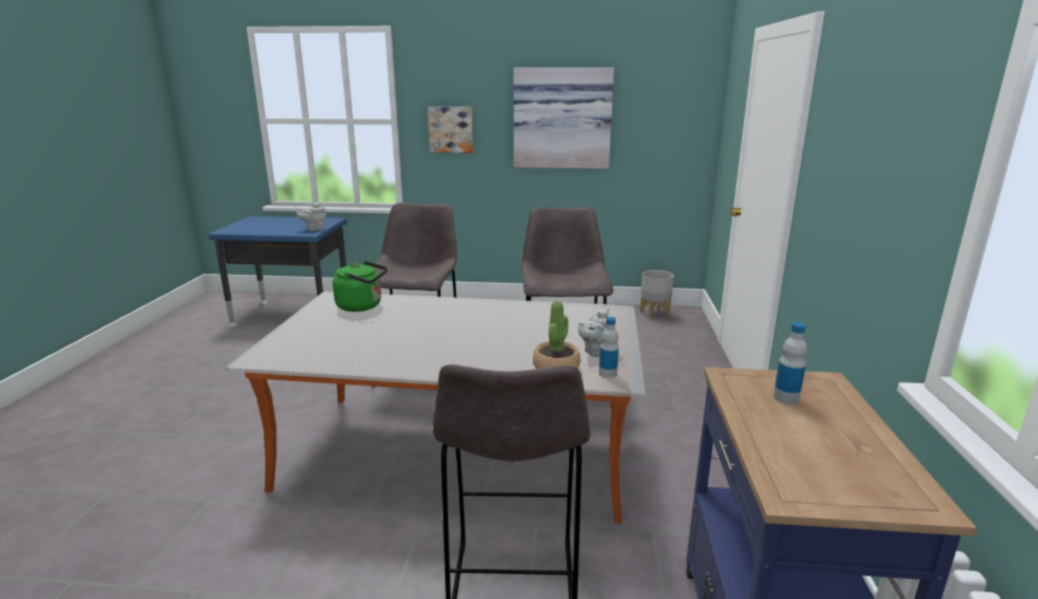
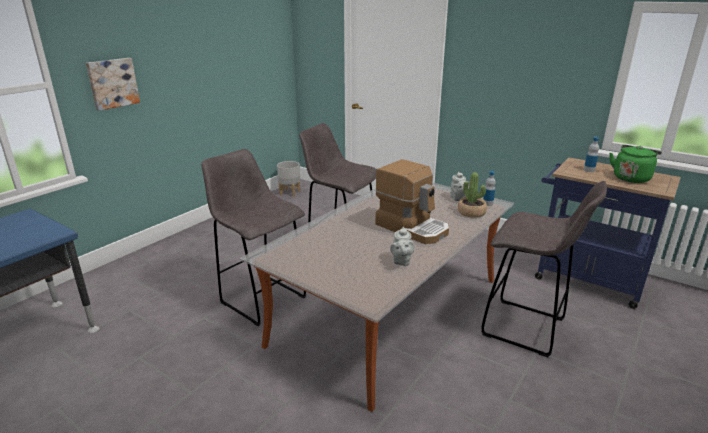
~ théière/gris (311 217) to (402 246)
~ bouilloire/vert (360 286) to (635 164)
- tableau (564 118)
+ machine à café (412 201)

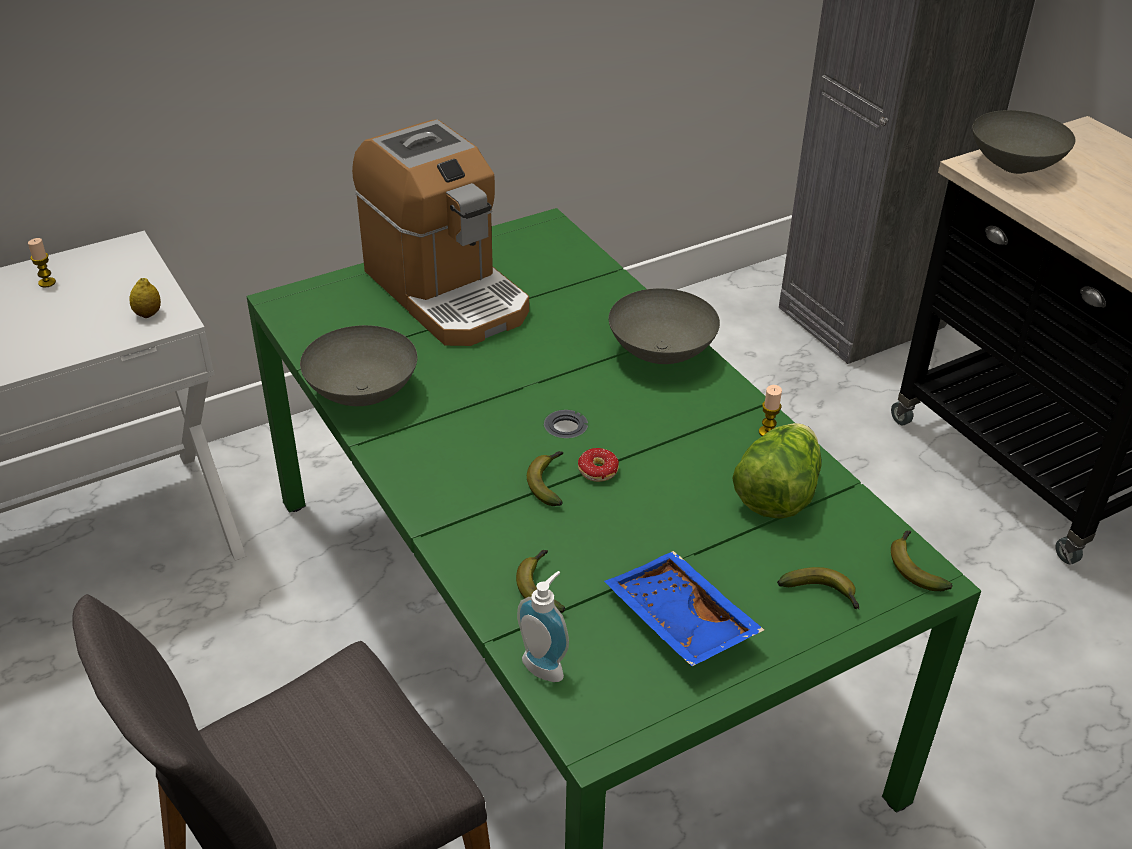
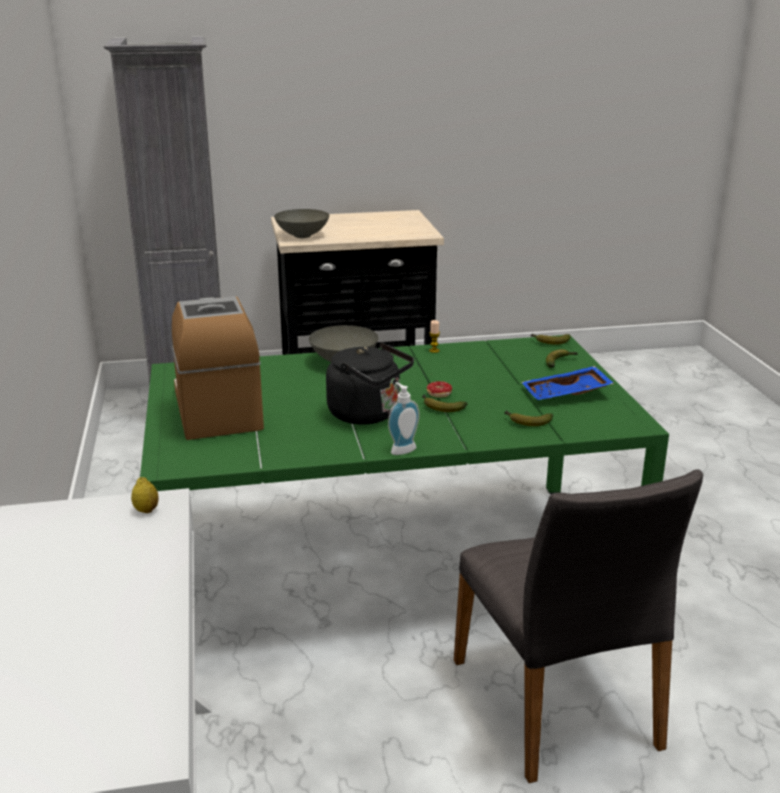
- bougie (42 263)
- bol/gris (358 365)
~ machine à café (440 232) = (218 368) 90 degrees counterclockwise
~ distributeur de savon (543 626) to (404 418)
- laitue (777 471)
+ bouilloire/noir (370 383)

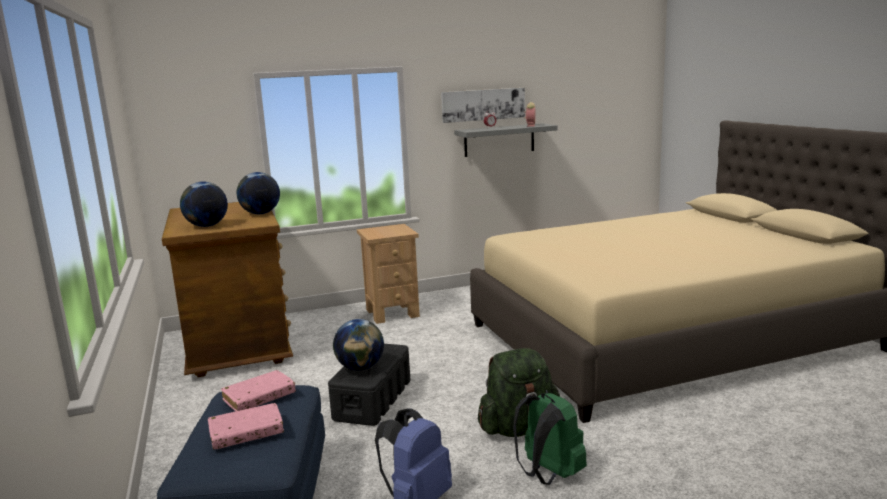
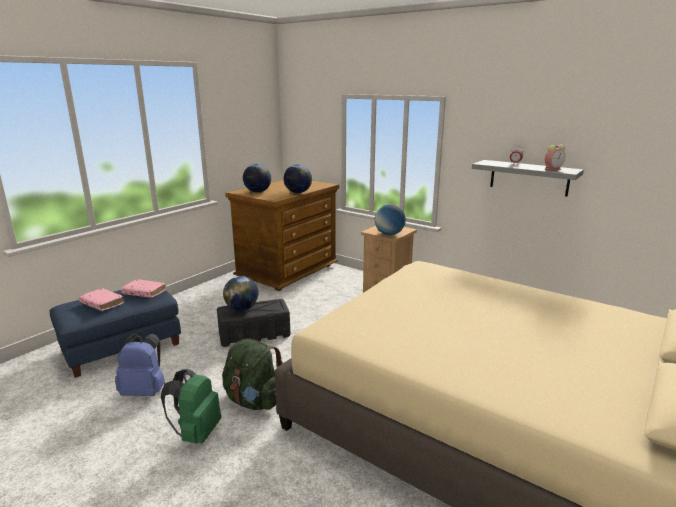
- tableau (483 105)
+ globe (390 219)

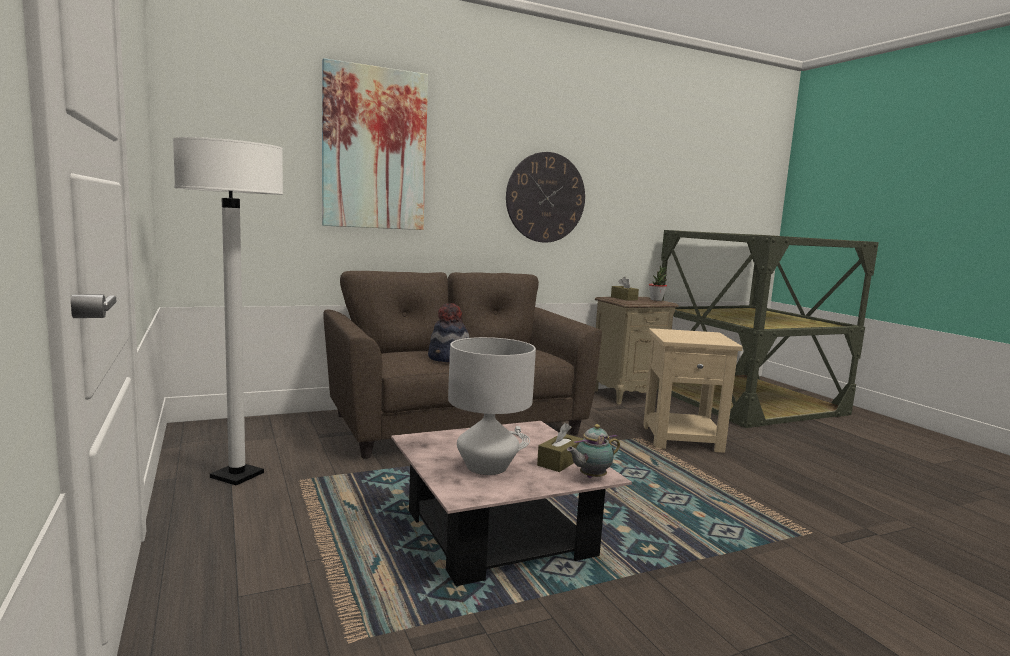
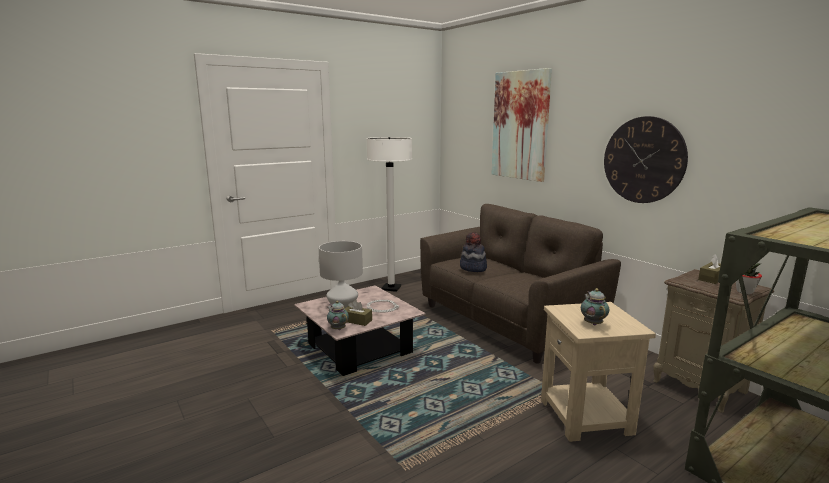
+ théière (595 307)

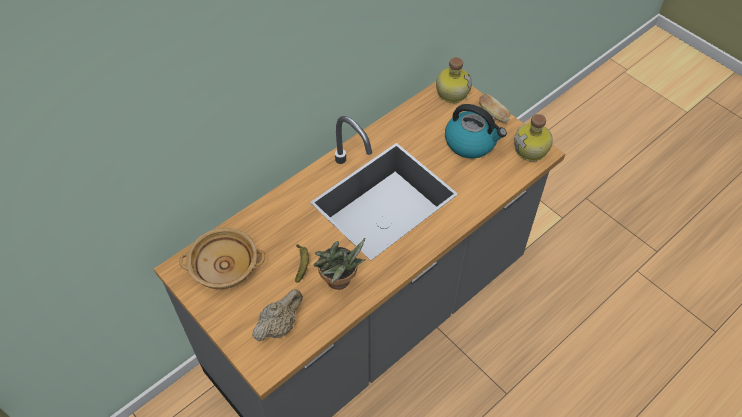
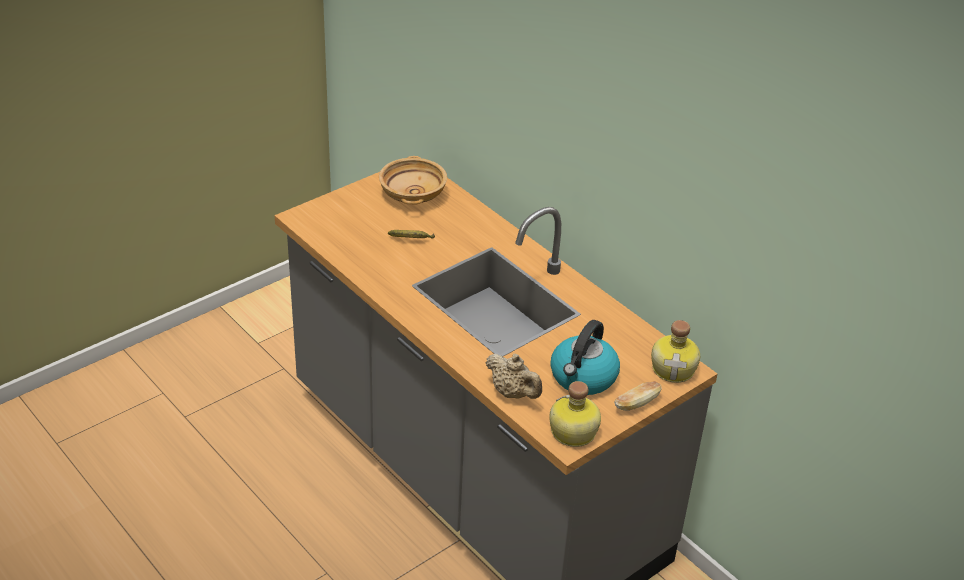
~ théière/beige (277 315) to (514 376)
- plante en pot (339 264)

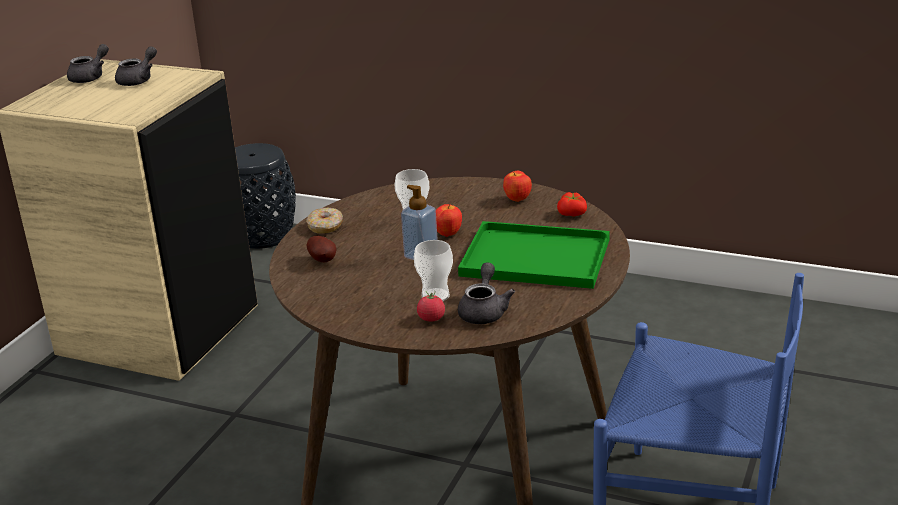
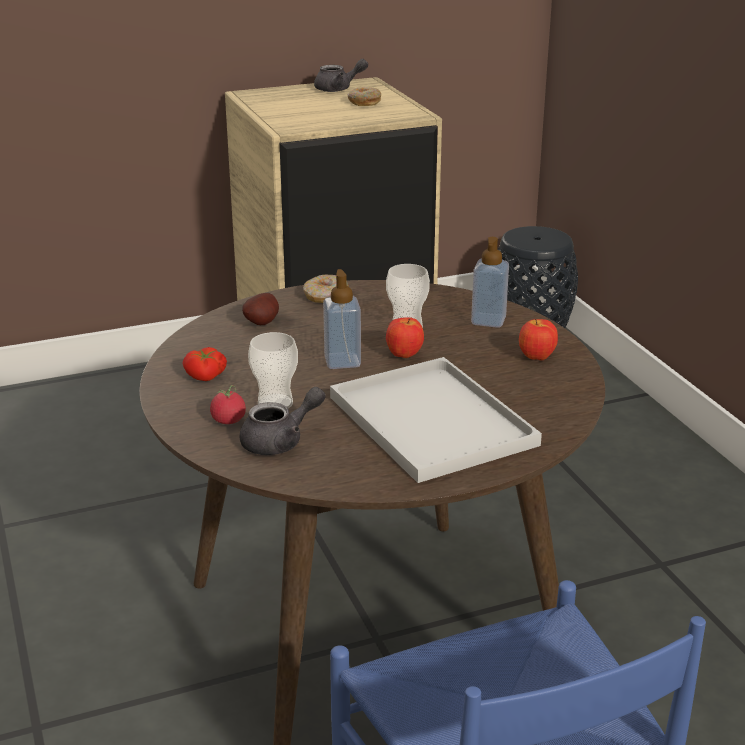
~ théière/gris (136 66) to beignet (364 96)
~ plateau/vert (534 255) to plateau/blanc (436 420)
~ tomate (572 204) to (204 364)
+ distributeur de savon (490 282)

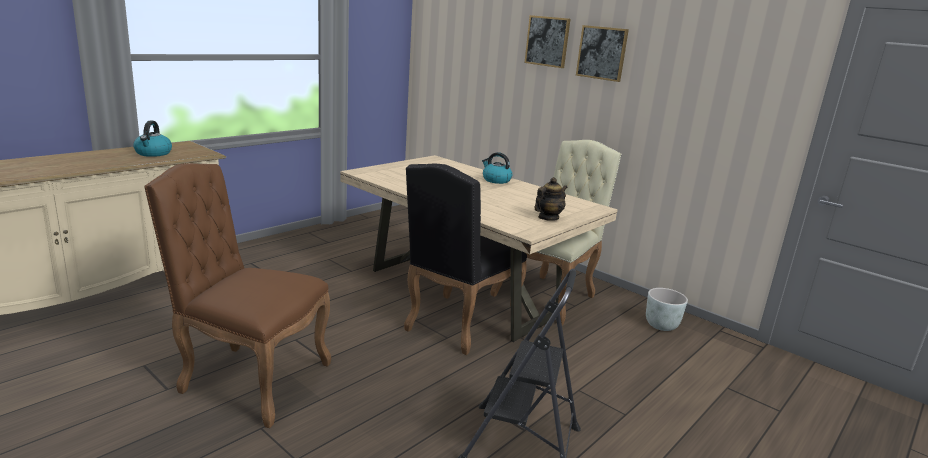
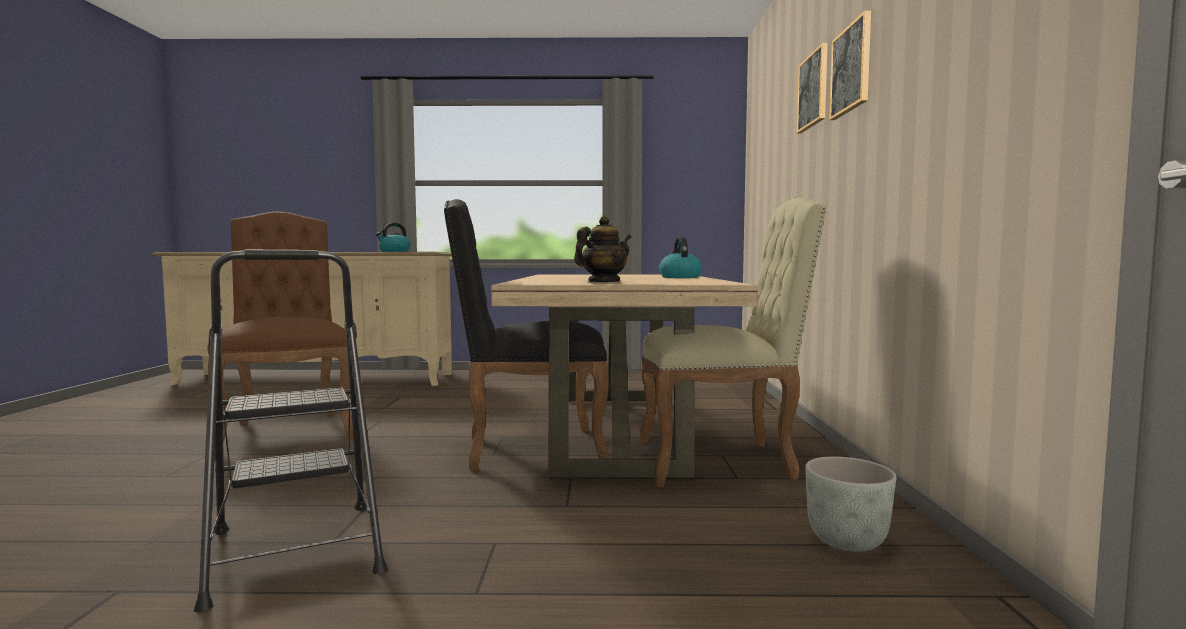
~ théière (551 199) = (602 249) 45 degrees counterclockwise

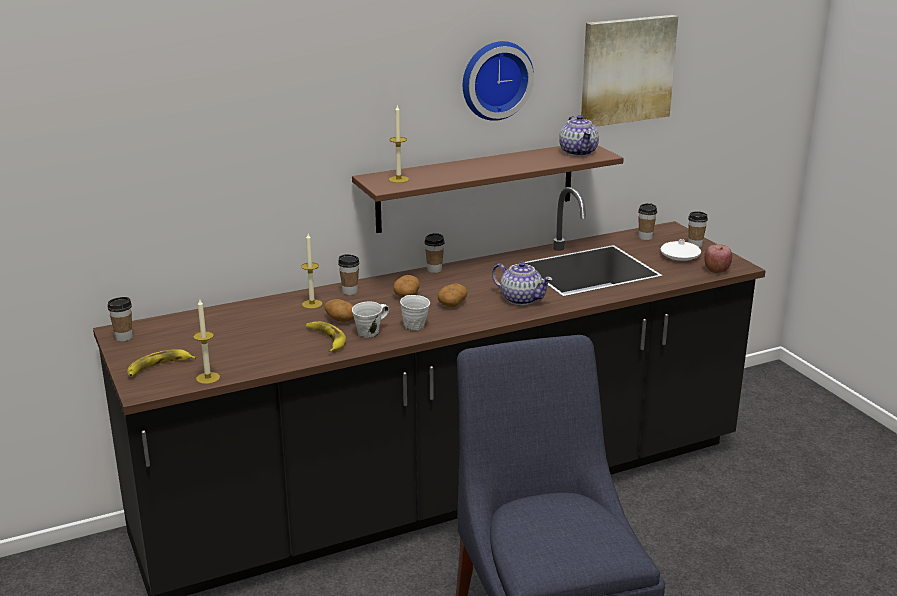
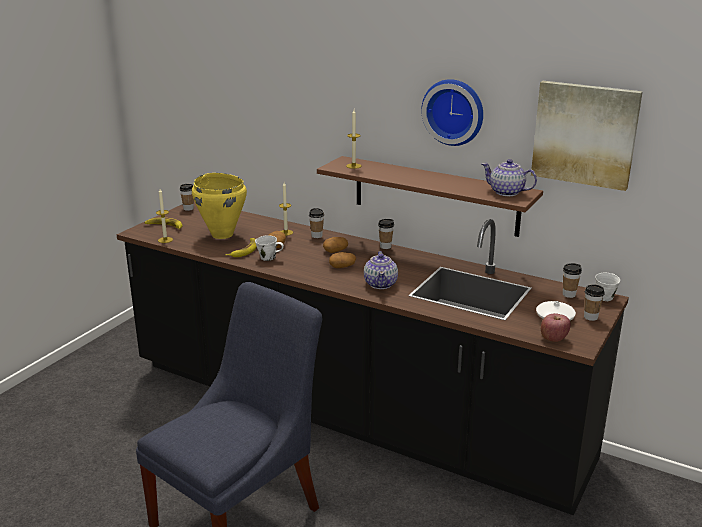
~ mug/blanc (415 313) to (607 287)
~ théière (579 135) = (509 177) 75 degrees clockwise
+ marmite/jaune (219 206)

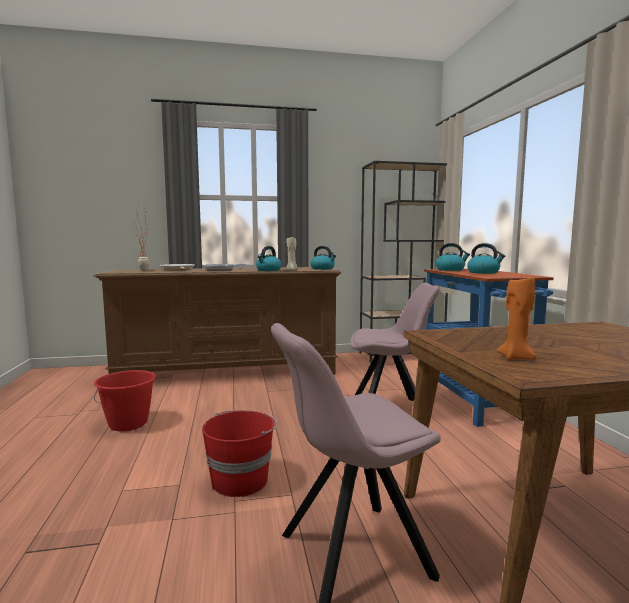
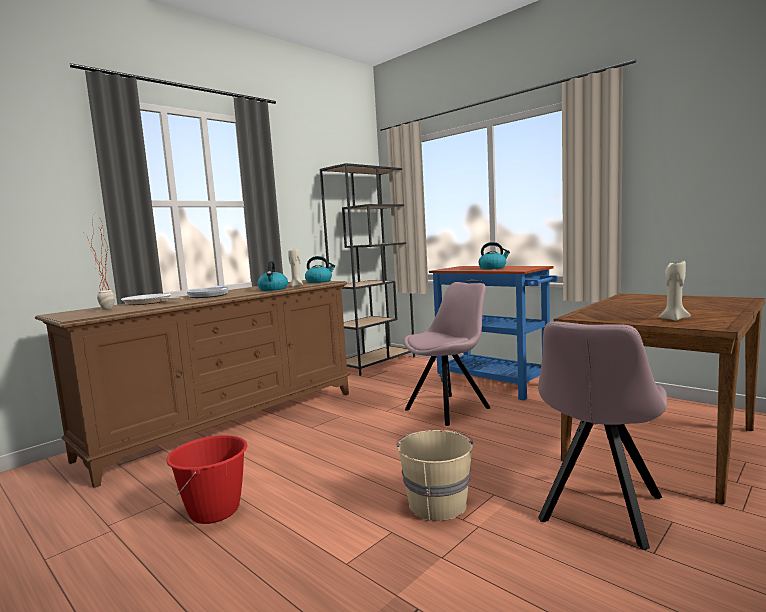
~ seau/rouge (240 453) to seau/beige (434 475)
- bouilloire (453 257)
~ bougie/orange (517 317) to bougie/beige (674 291)

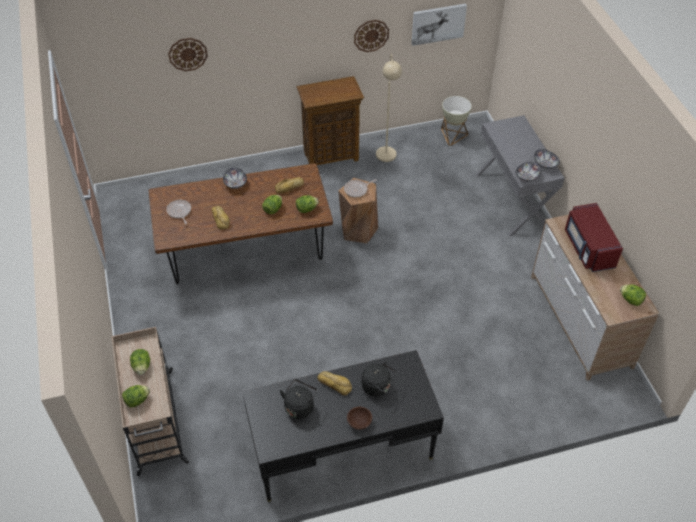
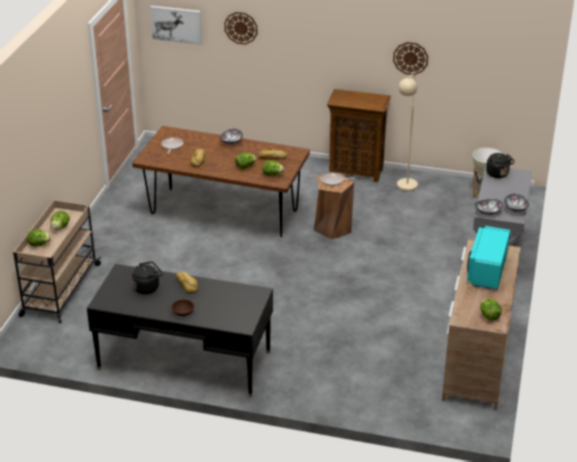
~ bouilloire/noir (379 379) to (500 165)
~ tableau (439 25) to (176 25)
~ micro-ondes/rouge (594 237) to micro-ondes/turquoise (488 258)

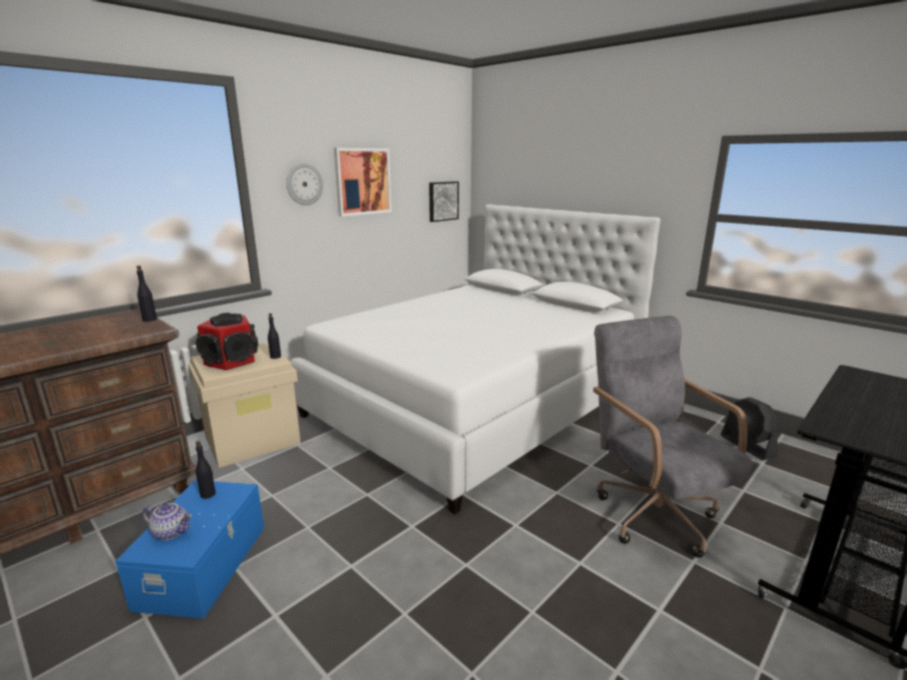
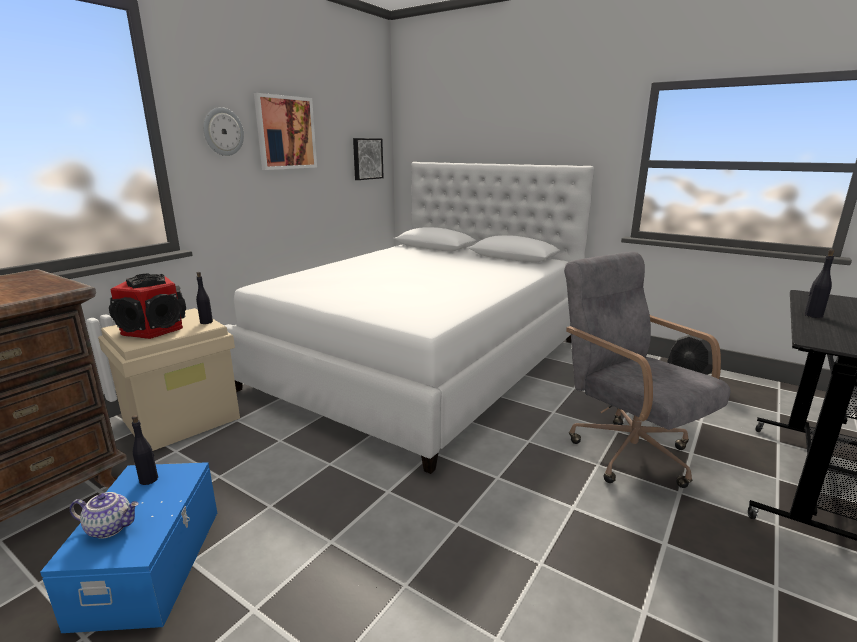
~ bouteille/noir (147 294) to (819 283)

